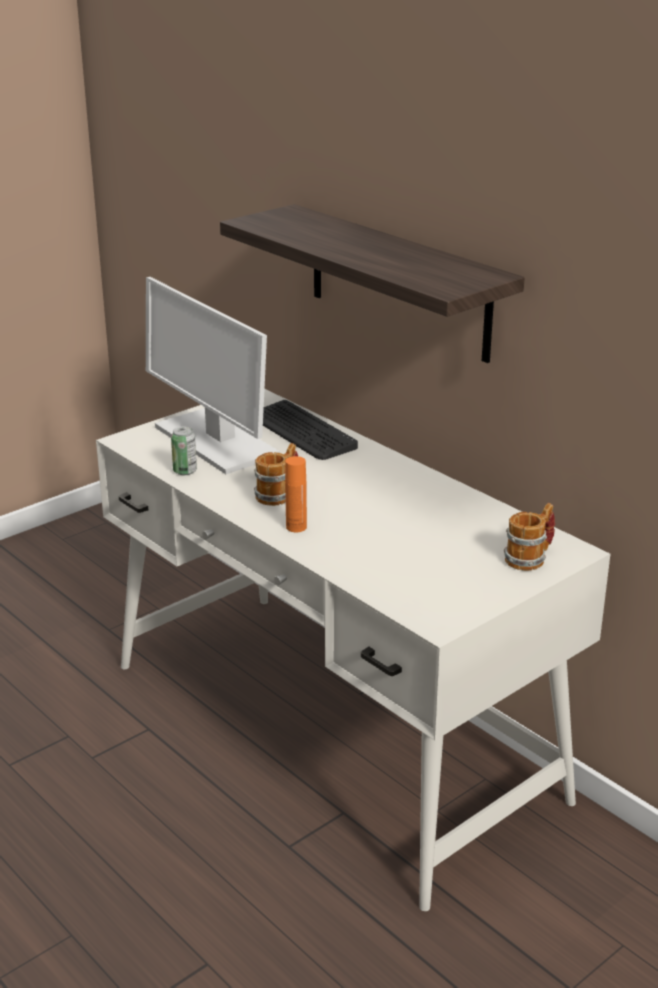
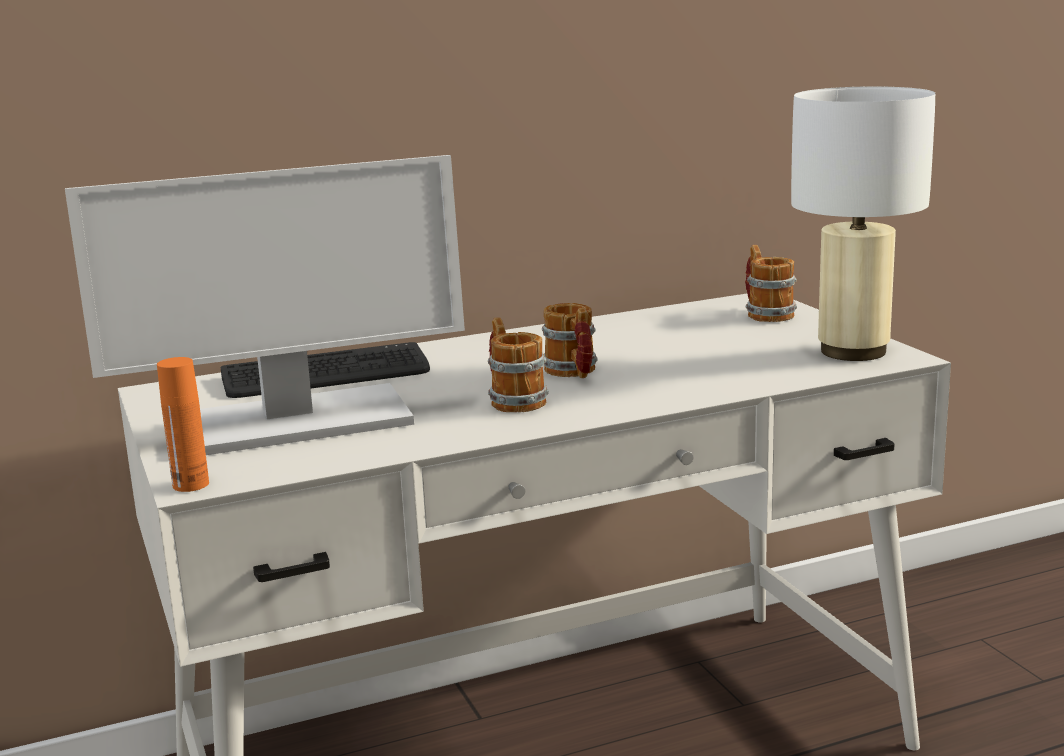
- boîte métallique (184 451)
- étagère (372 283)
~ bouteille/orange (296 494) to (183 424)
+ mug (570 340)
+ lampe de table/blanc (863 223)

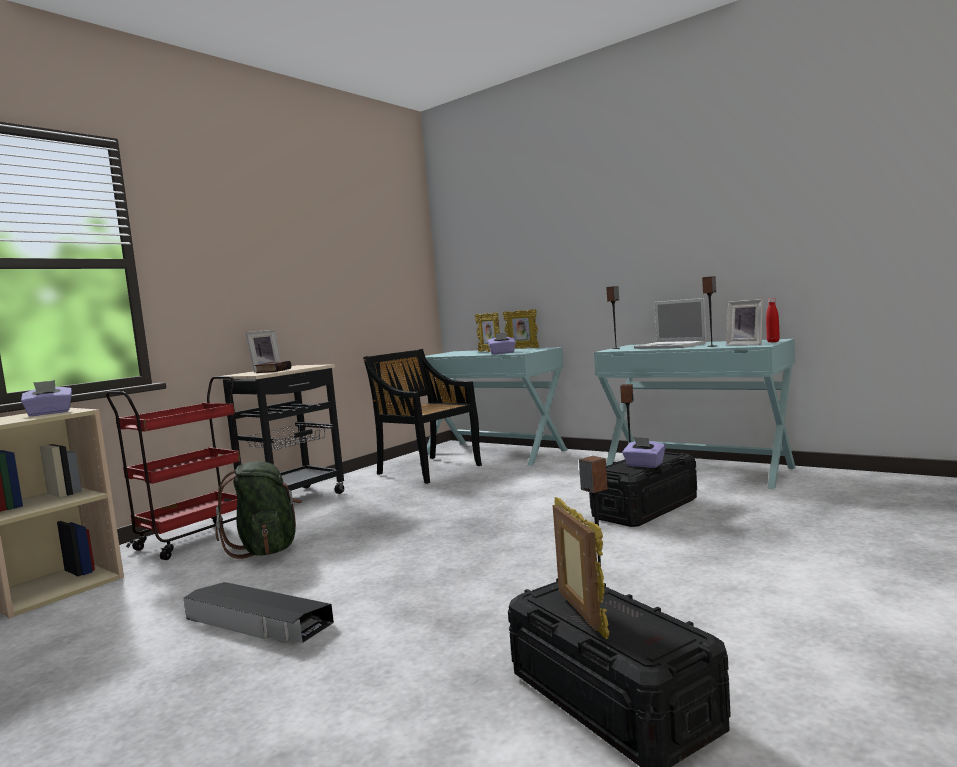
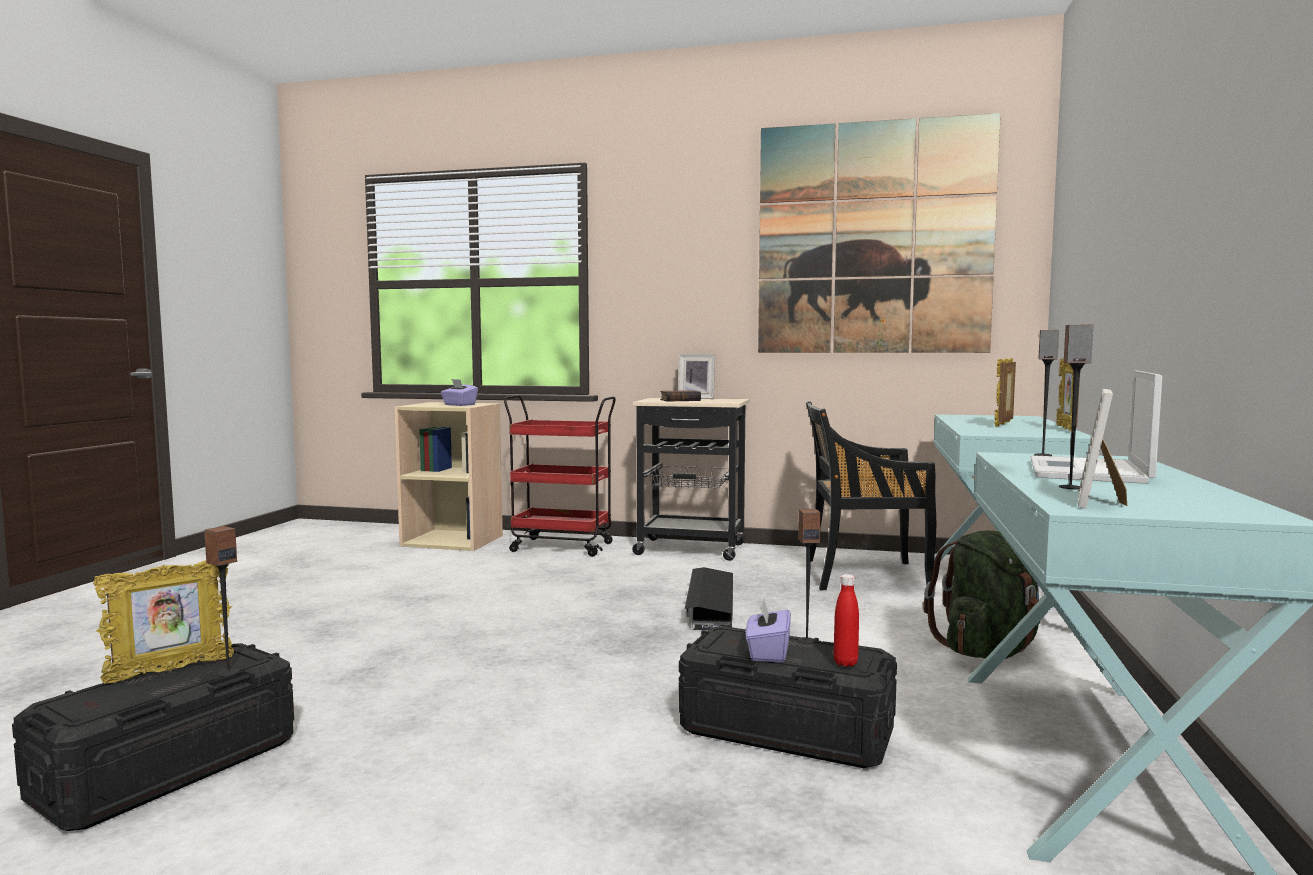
~ boîte de rangement/noir (259 612) to (709 598)
~ sac à dos/vert (259 510) to (981 594)
~ chaise/noir (422 416) = (871 495) 105 degrees counterclockwise
- boîte à mouchoirs/violet (501 343)
~ bouteille/rouge (773 320) to (846 620)
+ tableau (879 233)

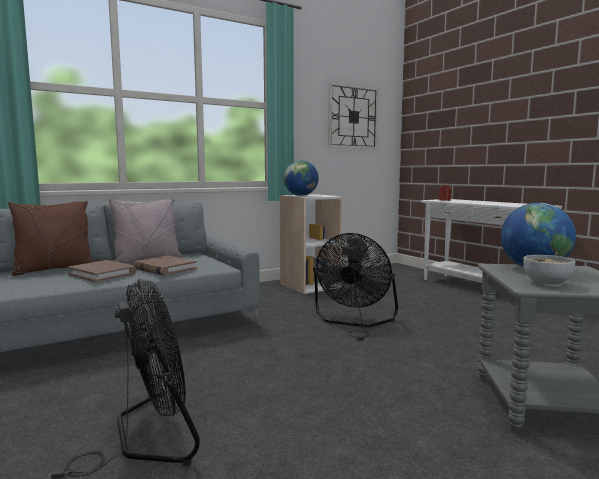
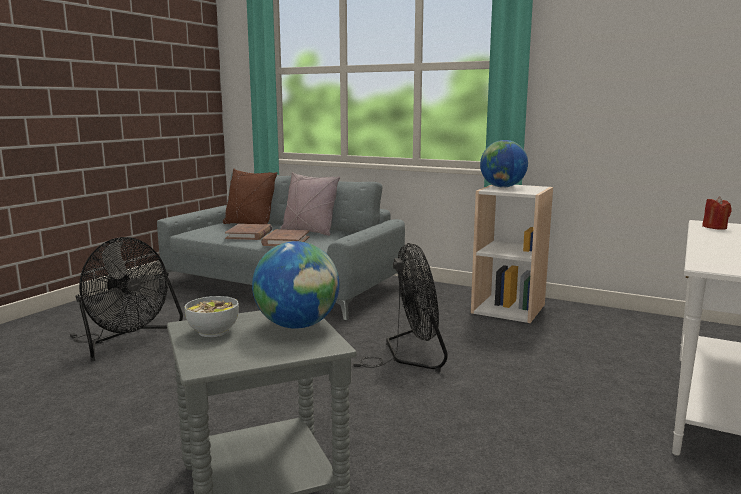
- horloge murale (353 115)

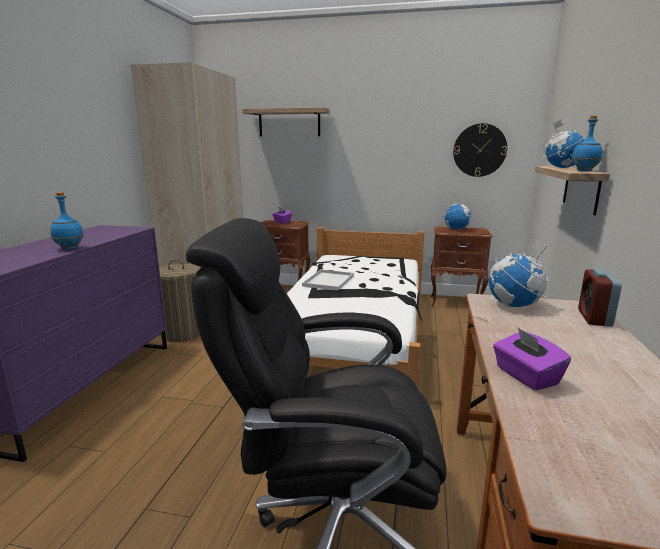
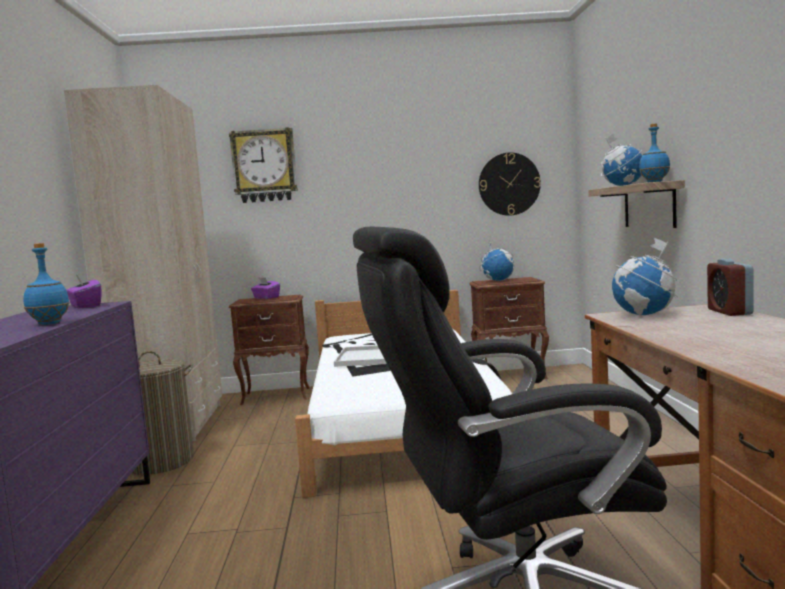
~ étagère (286 121) to horloge murale (263 165)
~ boîte à mouchoirs/violet (532 359) to (84 291)

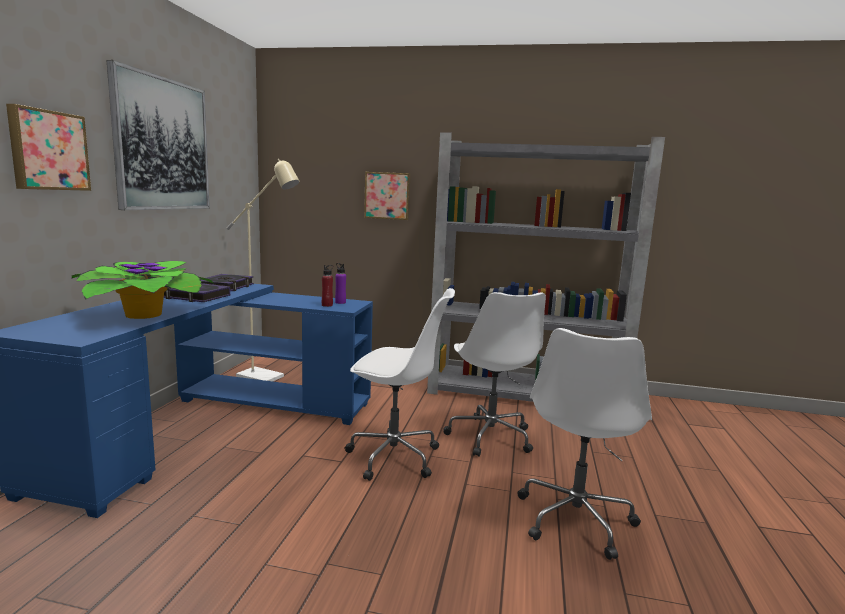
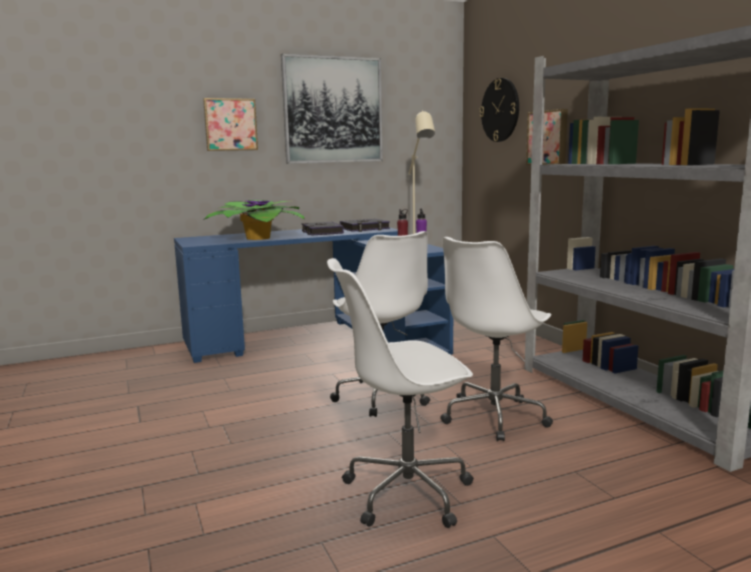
+ horloge murale (499 110)

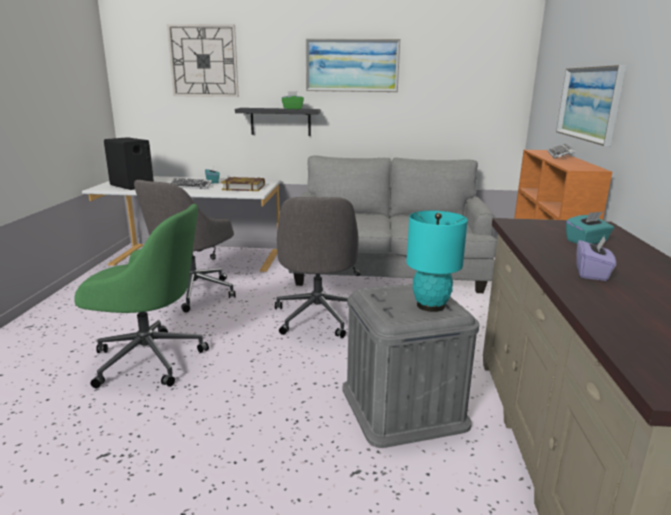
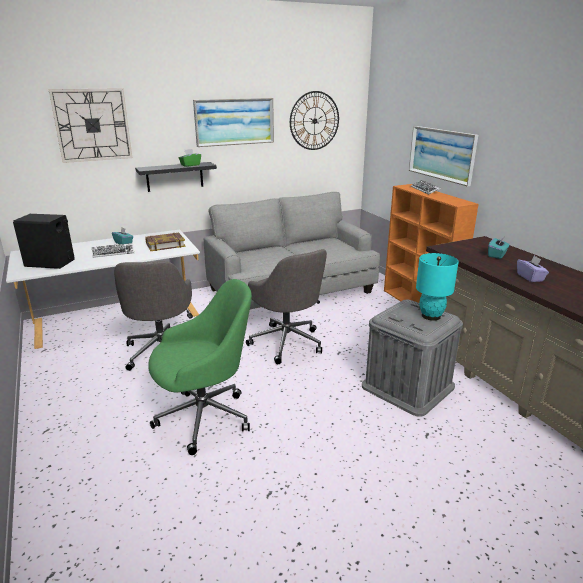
+ horloge murale (314 120)

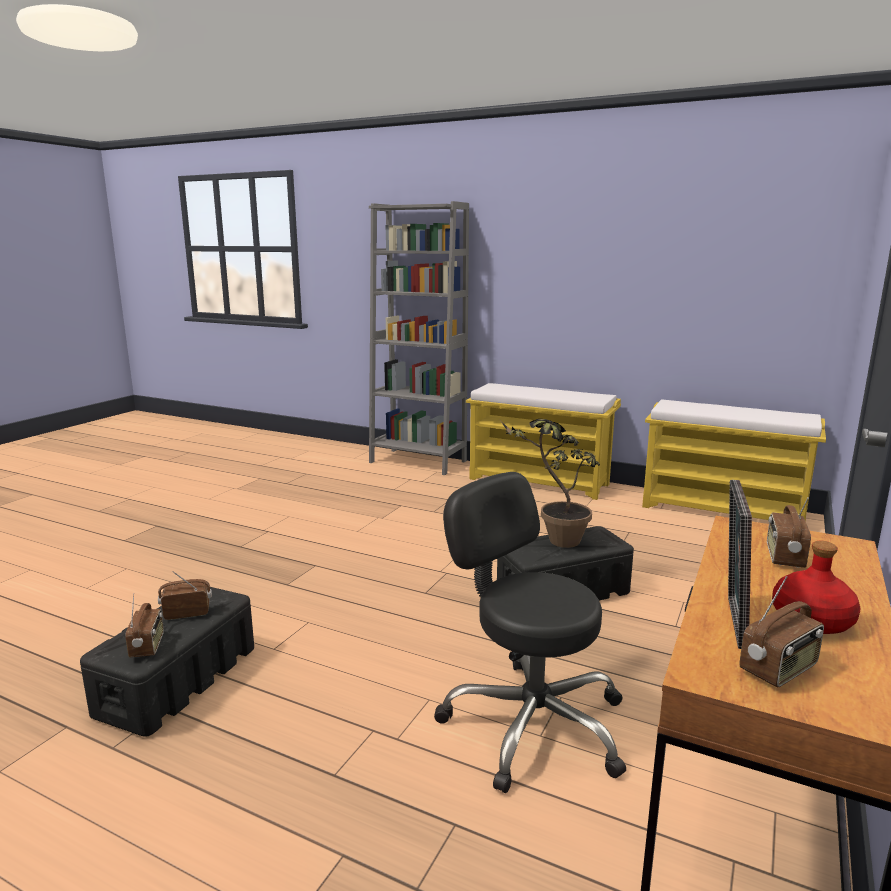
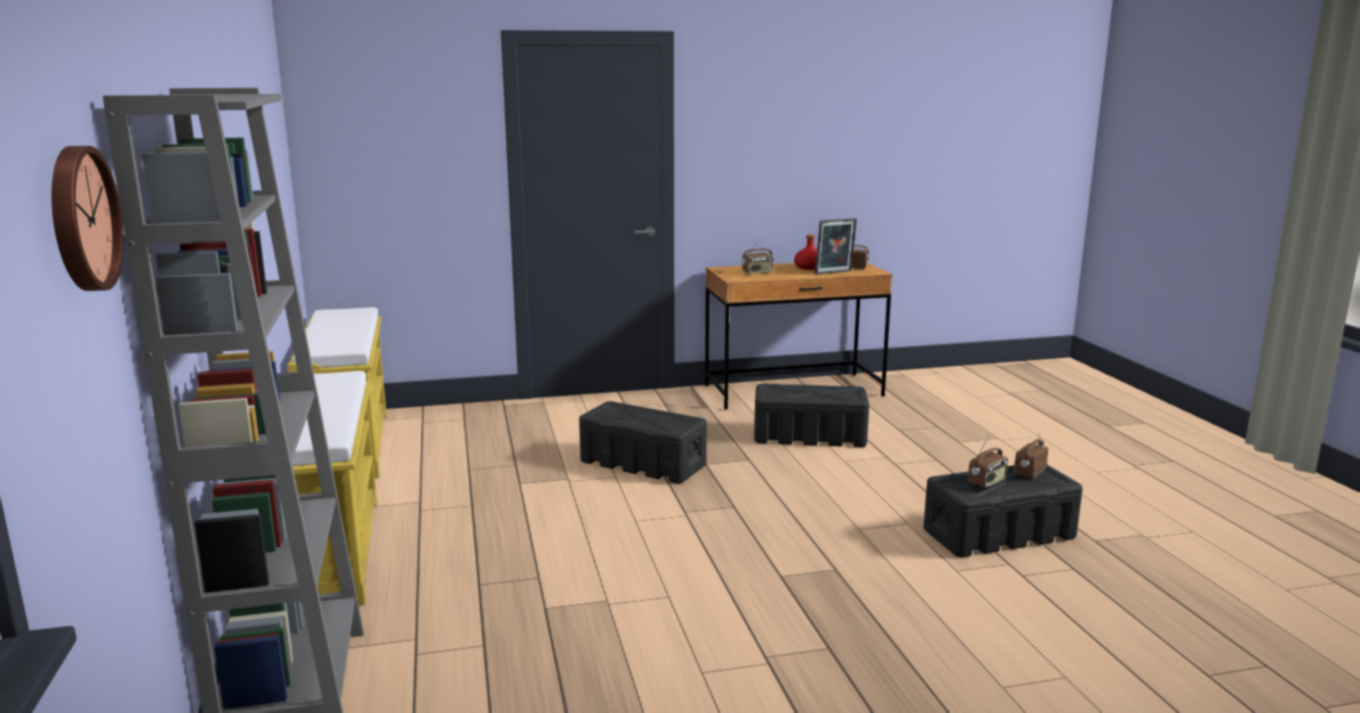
~ radio (185 595) = (988 462) 75 degrees counterclockwise
~ chaise de bureau/noir (530 632) to boîte de rangement/noir (811 415)
- plante en pot (550 483)
+ horloge murale (87 218)

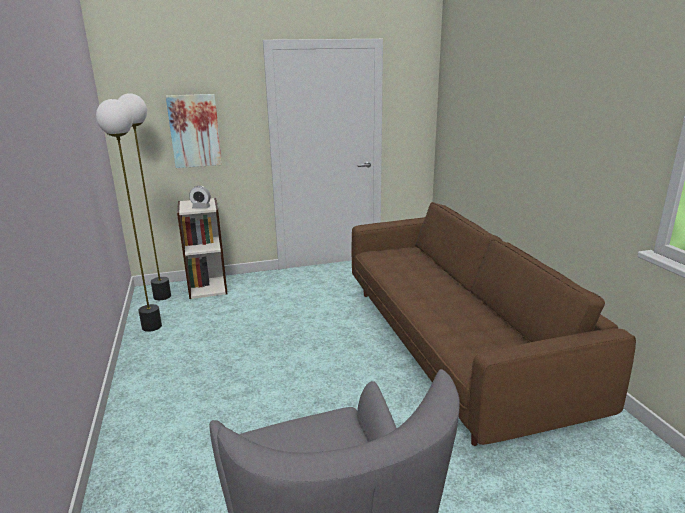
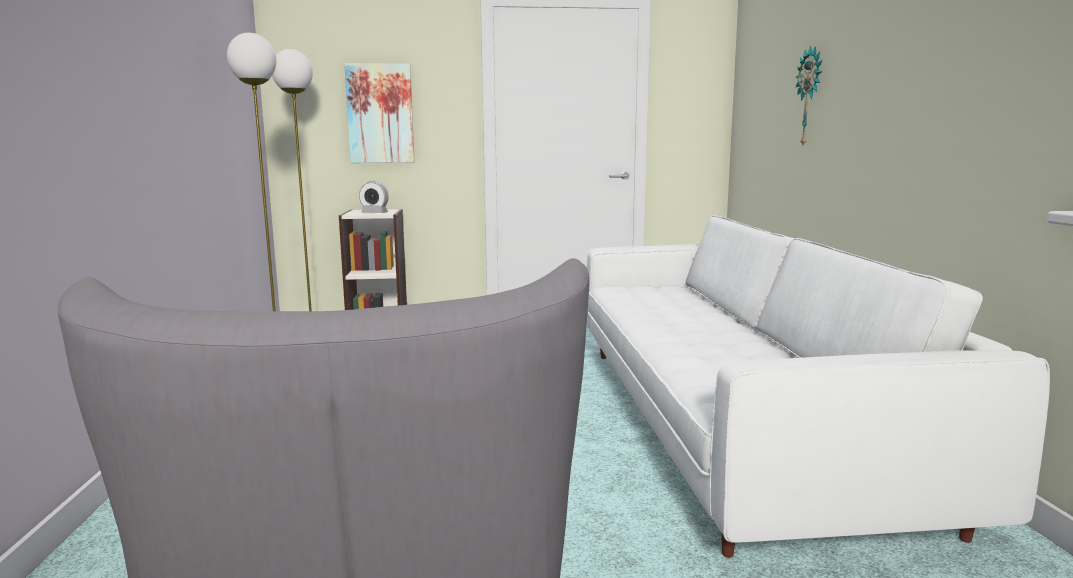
~ canapé/marron (494 324) to canapé/blanc (818 386)
+ horloge murale (808 95)

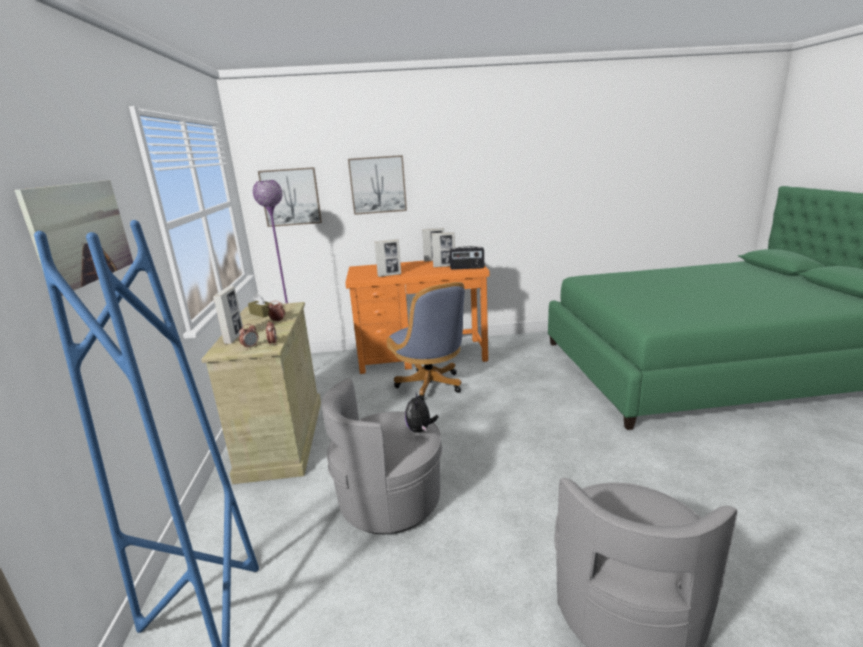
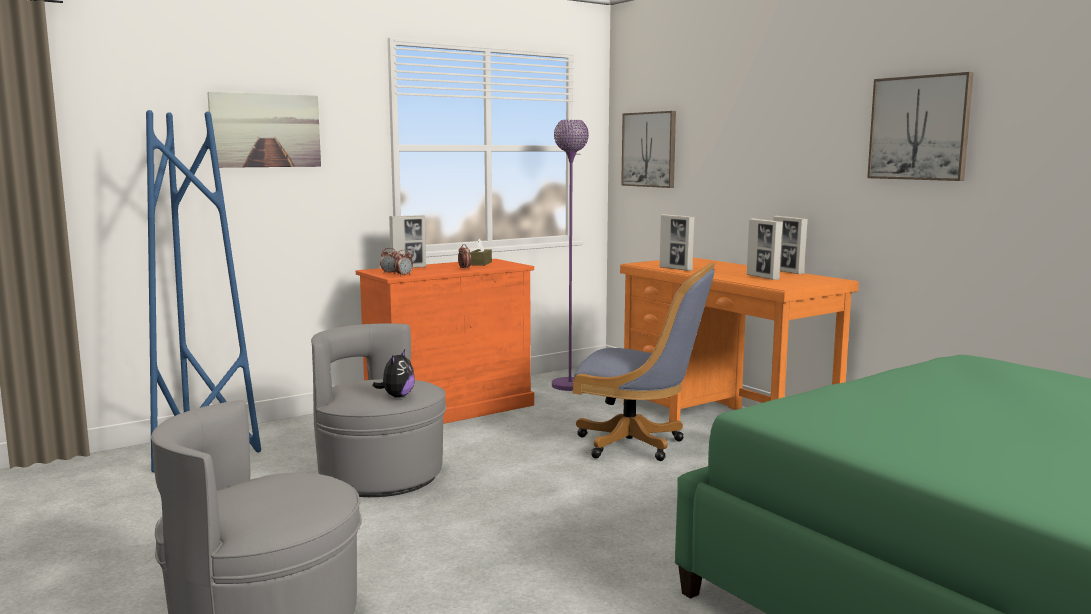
~ commode/beige (261 393) to commode/orange (445 341)
~ tableau (377 185) to (920 126)
~ chaise de bureau/bleu (426 341) = (644 362) 105 degrees counterclockwise
~ peluche (421 412) = (393 374) 135 degrees clockwise
- radio (467 258)

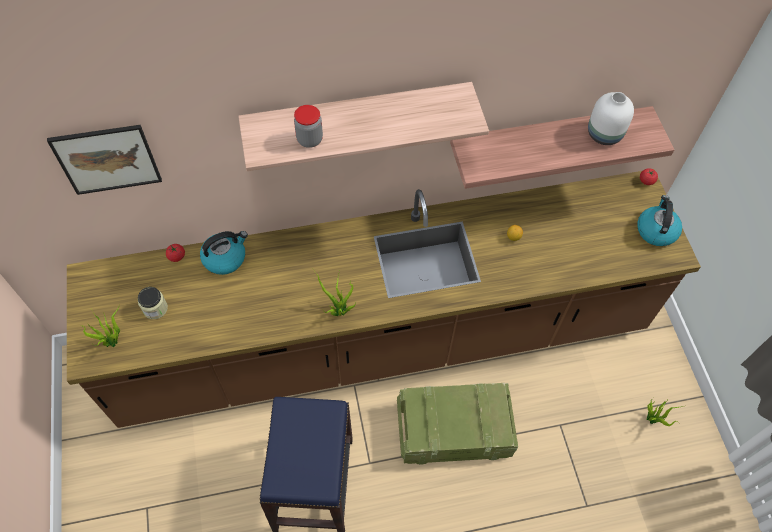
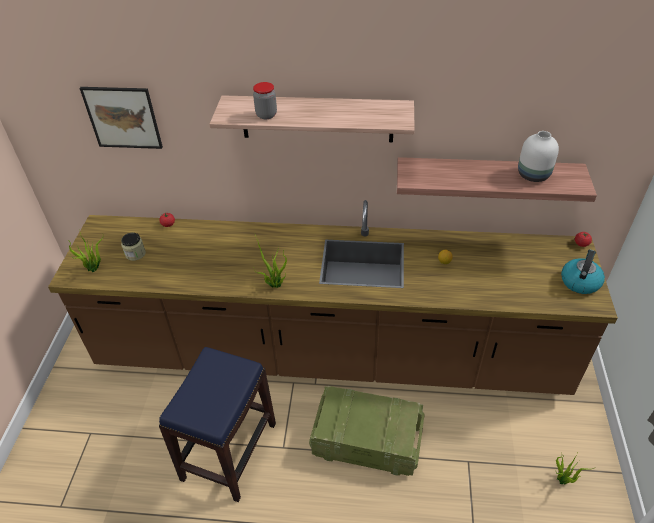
- bouilloire (224 253)

